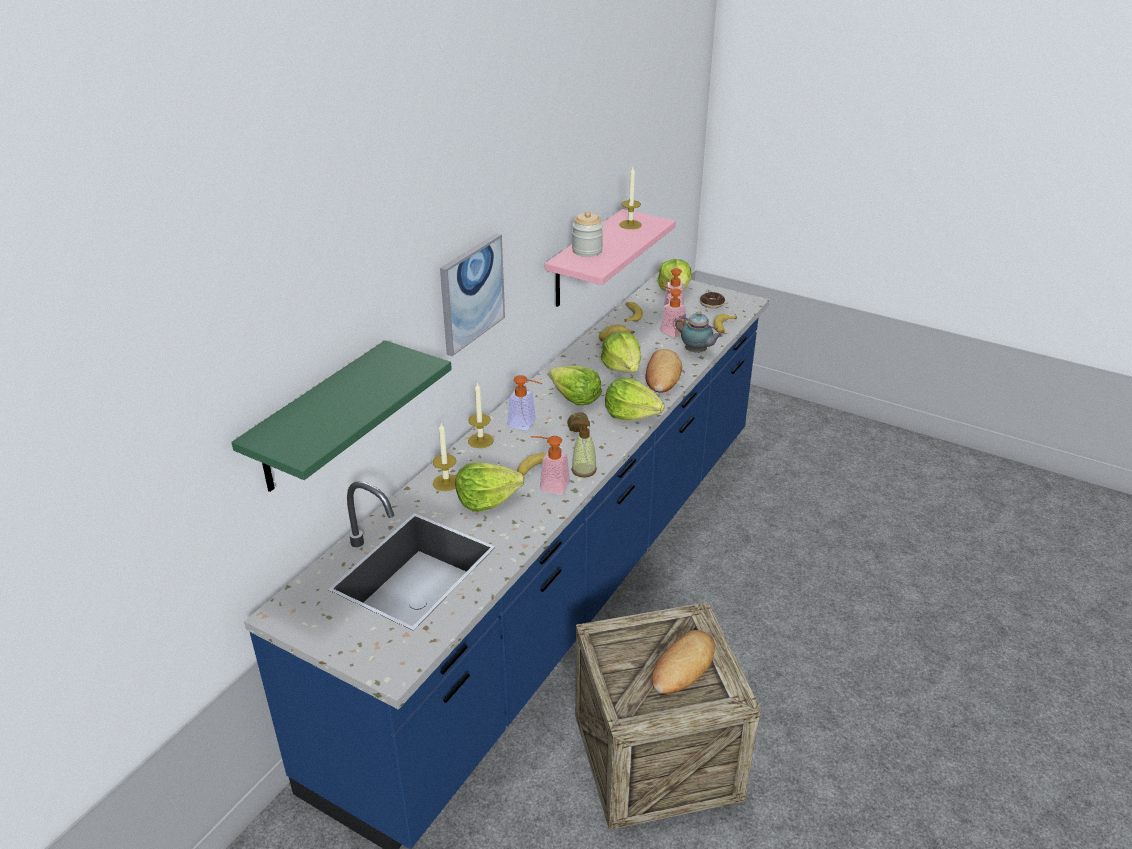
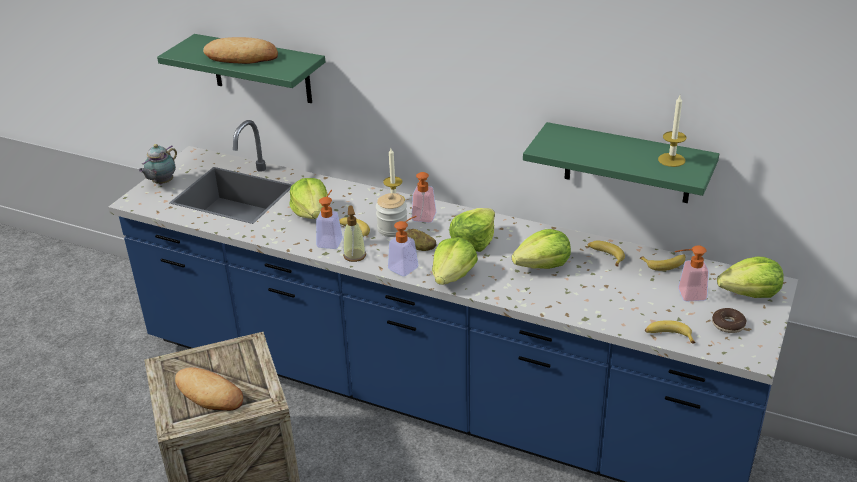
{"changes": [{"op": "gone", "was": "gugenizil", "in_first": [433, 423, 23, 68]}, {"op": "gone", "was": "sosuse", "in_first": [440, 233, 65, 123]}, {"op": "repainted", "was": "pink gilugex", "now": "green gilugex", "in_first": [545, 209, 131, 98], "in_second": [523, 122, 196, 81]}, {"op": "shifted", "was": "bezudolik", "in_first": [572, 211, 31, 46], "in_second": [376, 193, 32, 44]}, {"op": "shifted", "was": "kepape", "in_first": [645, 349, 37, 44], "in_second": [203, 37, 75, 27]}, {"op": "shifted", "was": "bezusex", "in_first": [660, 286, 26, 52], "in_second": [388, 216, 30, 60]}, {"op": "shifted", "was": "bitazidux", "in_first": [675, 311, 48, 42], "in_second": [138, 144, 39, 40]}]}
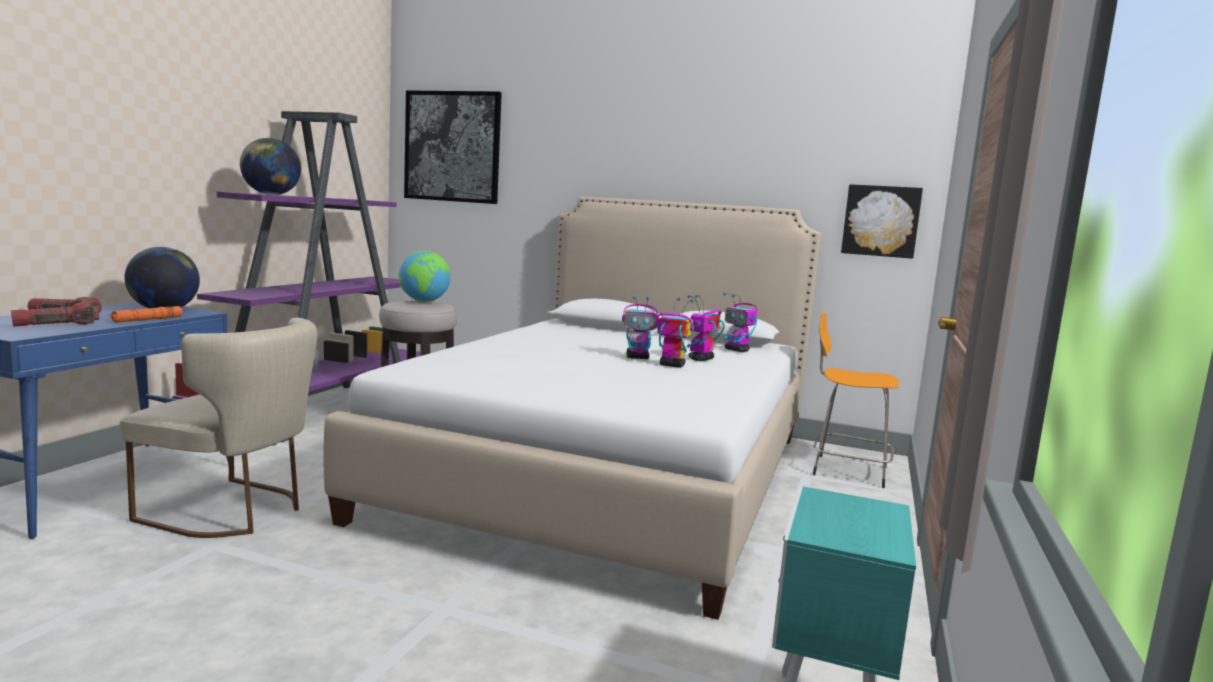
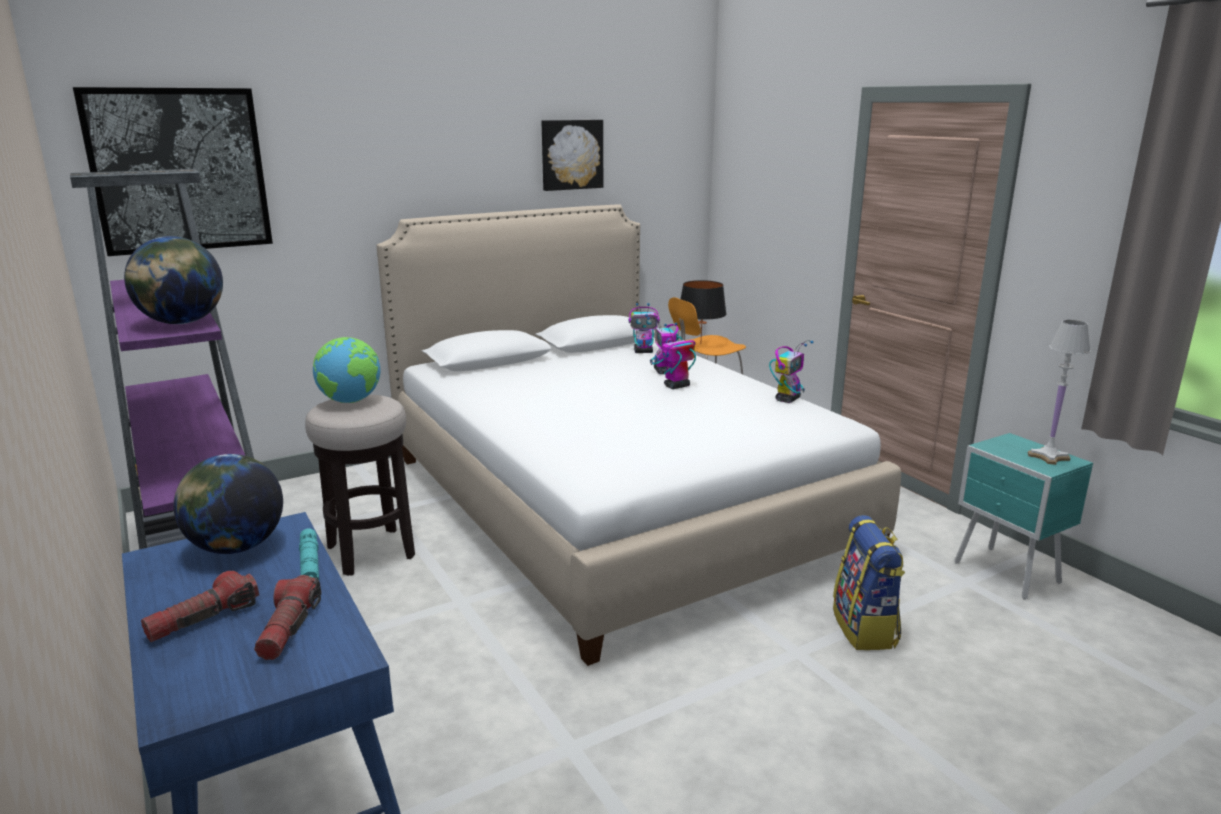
{"changes": [{"op": "repainted", "was": "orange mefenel", "now": "turquoise mefenel", "in_first": [109, 306, 73, 17], "in_second": [299, 528, 20, 52]}, {"op": "gone", "was": "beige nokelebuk", "in_first": [120, 317, 197, 221]}, {"op": "shifted", "was": "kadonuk", "in_first": [622, 296, 37, 63], "in_second": [769, 340, 45, 63]}, {"op": "shifted", "was": "sosuse", "in_first": [841, 184, 82, 75], "in_second": [541, 120, 62, 71]}, {"op": "new", "now": "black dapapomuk", "in_second": [681, 280, 45, 65]}, {"op": "new", "now": "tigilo", "in_second": [833, 515, 72, 135]}, {"op": "new", "now": "white dapapomuk", "in_second": [1028, 320, 63, 145]}]}
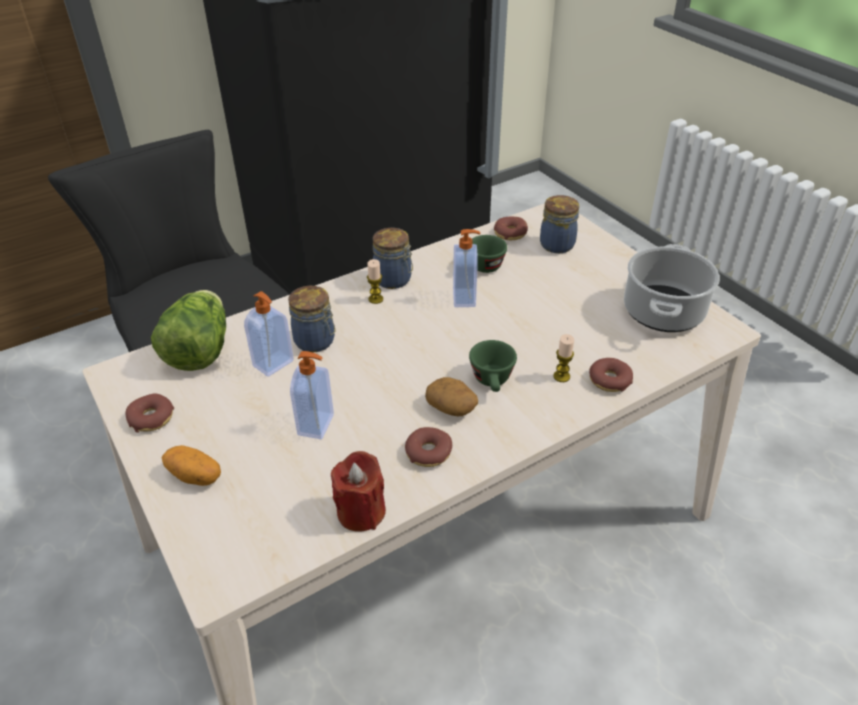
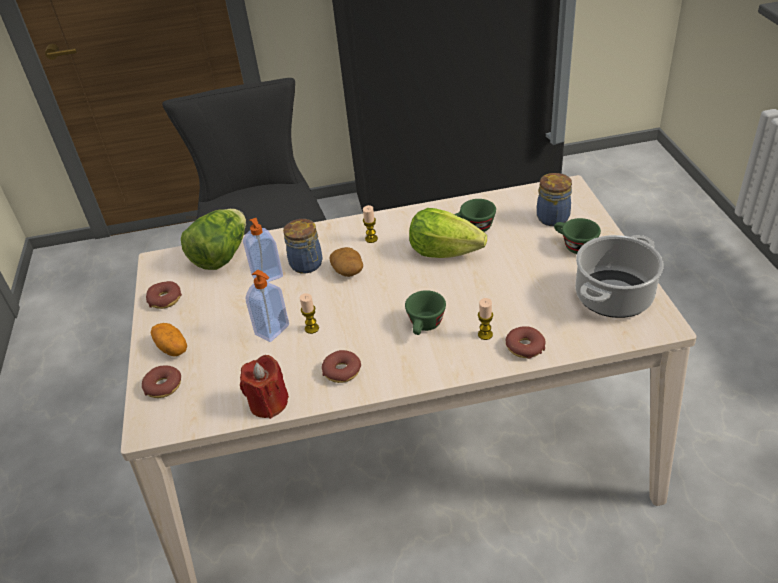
{"changes": [{"op": "gone", "was": "bezudolik", "in_first": [373, 228, 40, 61]}, {"op": "shifted", "was": "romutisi", "in_first": [425, 377, 53, 39], "in_second": [329, 247, 34, 30]}, {"op": "swapped", "was": "bezusex", "now": "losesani", "in_first": [453, 229, 27, 78], "in_second": [409, 208, 78, 50]}, {"op": "shifted", "was": "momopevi", "in_first": [494, 217, 34, 23], "in_second": [142, 366, 39, 32]}, {"op": "new", "now": "gugenizil", "in_second": [300, 293, 19, 41]}, {"op": "new", "now": "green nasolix", "in_second": [554, 218, 47, 36]}]}
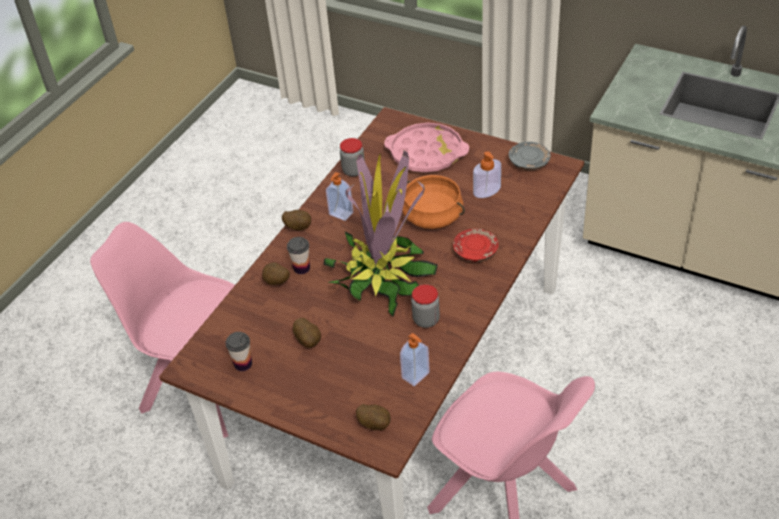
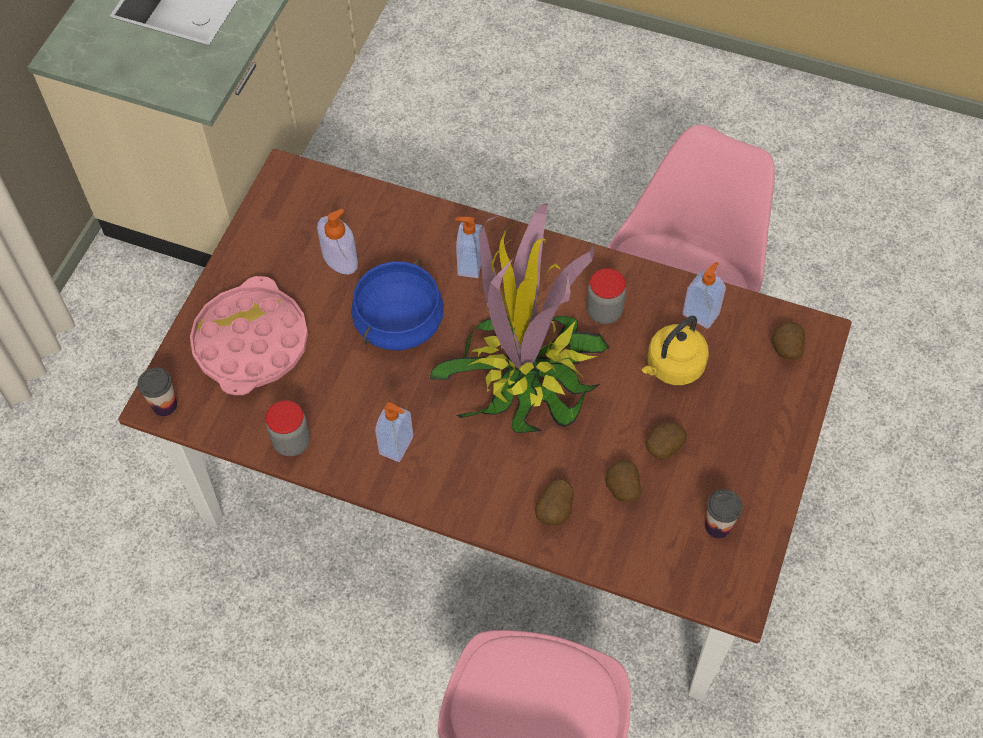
{"changes": [{"op": "shifted", "was": "romutisi", "in_first": [282, 210, 29, 20], "in_second": [606, 460, 36, 42]}, {"op": "shifted", "was": "nasolix", "in_first": [287, 237, 23, 37], "in_second": [138, 367, 39, 49]}, {"op": "repainted", "was": "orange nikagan", "now": "blue nikagan", "in_first": [402, 175, 63, 54], "in_second": [351, 259, 93, 91]}, {"op": "swapped", "was": "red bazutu", "now": "bezusex", "in_first": [453, 229, 46, 33], "in_second": [455, 217, 28, 61]}, {"op": "gone", "was": "grey bazutu", "in_first": [509, 142, 42, 28]}, {"op": "new", "now": "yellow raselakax", "in_second": [642, 316, 67, 69]}]}
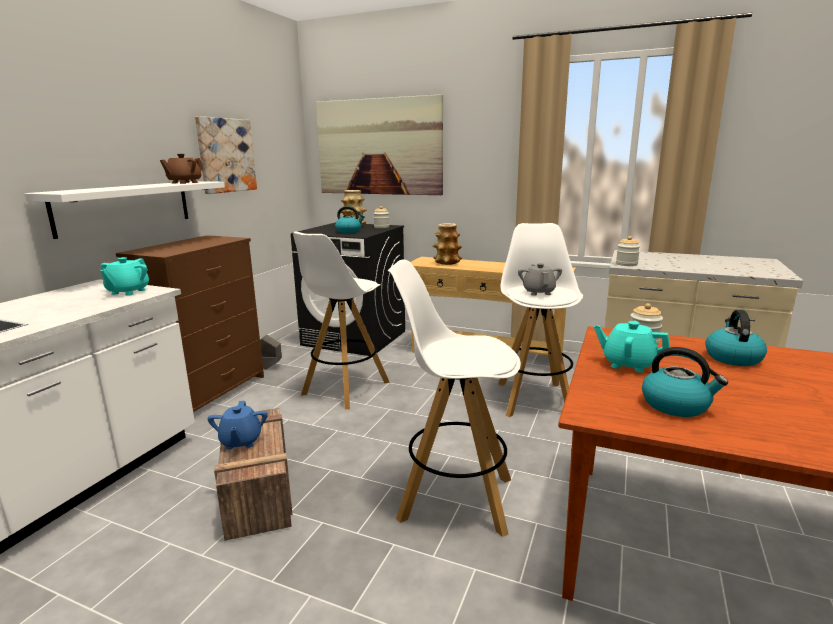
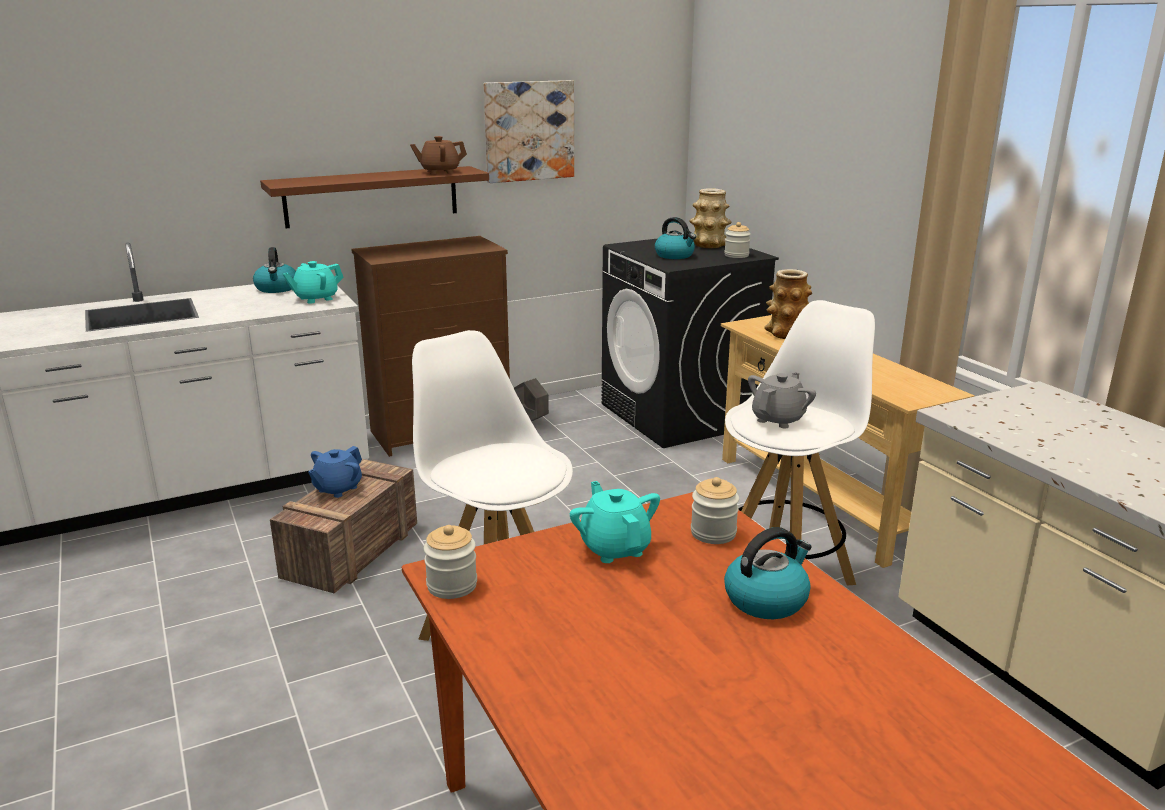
{"changes": [{"op": "repainted", "was": "white gilugex", "now": "brown gilugex", "in_first": [24, 181, 201, 58], "in_second": [260, 166, 229, 62]}, {"op": "gone", "was": "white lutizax", "in_first": [293, 232, 97, 177]}, {"op": "gone", "was": "sosuse", "in_first": [316, 94, 127, 101]}, {"op": "shifted", "was": "bezudolik", "in_first": [616, 236, 24, 30], "in_second": [424, 525, 53, 74]}, {"op": "shifted", "was": "raselakax", "in_first": [642, 347, 86, 70], "in_second": [253, 247, 43, 46]}]}
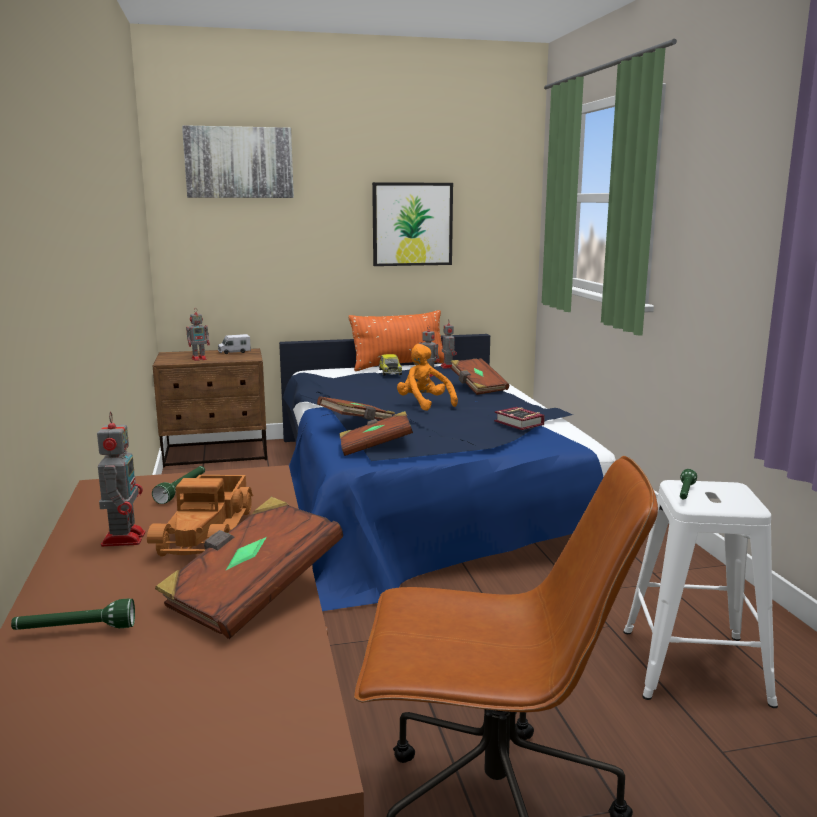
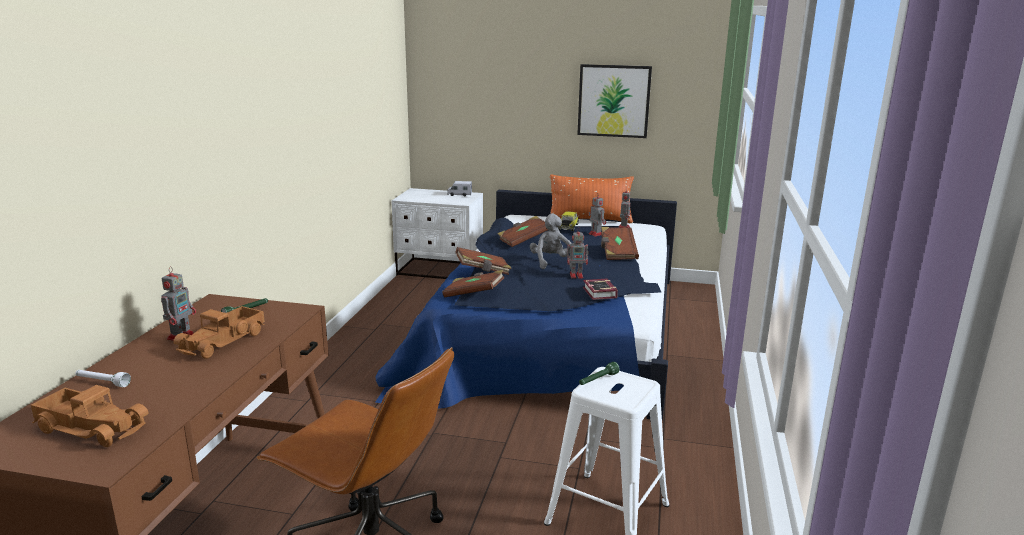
{"changes": [{"op": "repainted", "was": "green mefenel", "now": "white mefenel", "in_first": [11, 598, 124, 32], "in_second": [75, 370, 56, 17]}, {"op": "repainted", "was": "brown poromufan", "now": "white poromufan", "in_first": [153, 348, 114, 120], "in_second": [392, 188, 91, 91]}, {"op": "shifted", "was": "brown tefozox", "in_first": [155, 497, 188, 142], "in_second": [498, 216, 50, 31]}, {"op": "gone", "was": "sosuse", "in_first": [182, 125, 112, 73]}, {"op": "shifted", "was": "kadonuk", "in_first": [186, 308, 24, 53], "in_second": [567, 227, 22, 51]}, {"op": "repainted", "was": "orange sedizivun", "now": "grey sedizivun", "in_first": [397, 344, 61, 67], "in_second": [530, 214, 42, 55]}, {"op": "new", "now": "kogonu", "in_second": [31, 385, 117, 62]}]}
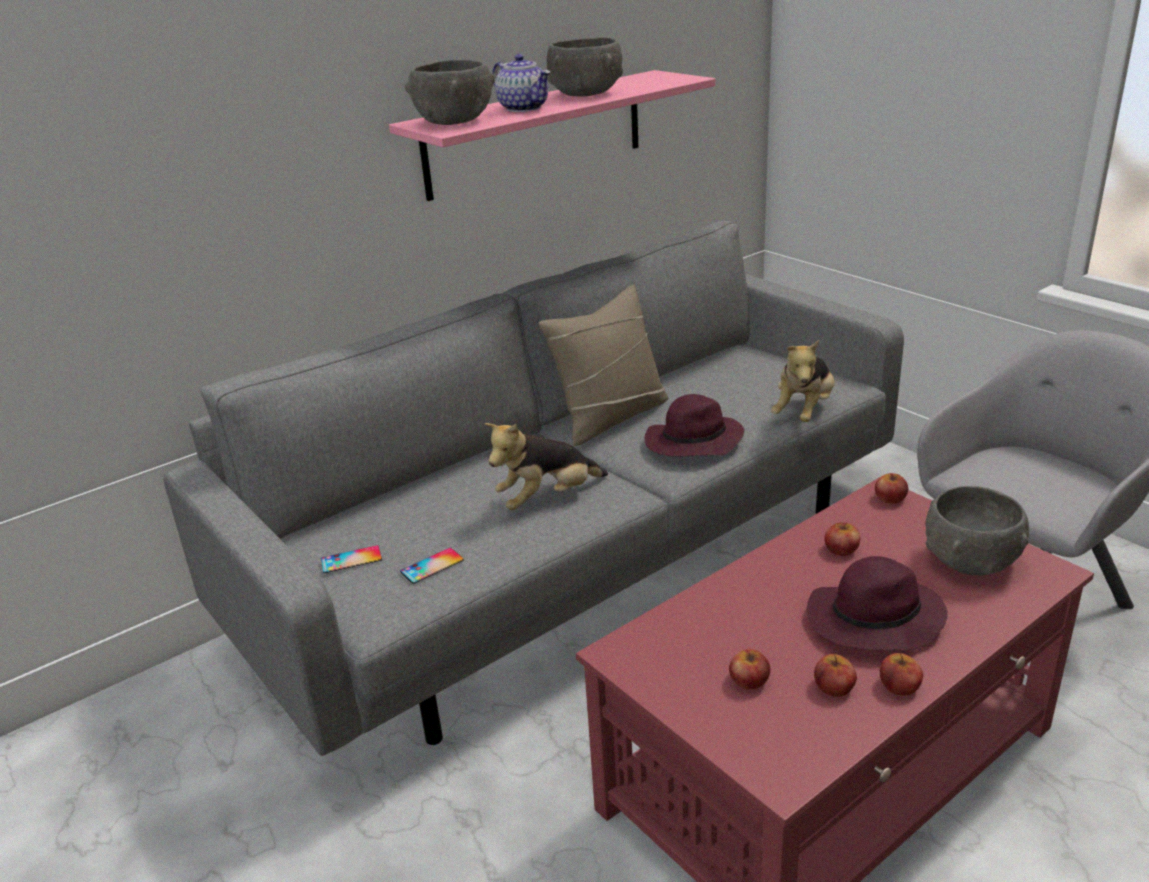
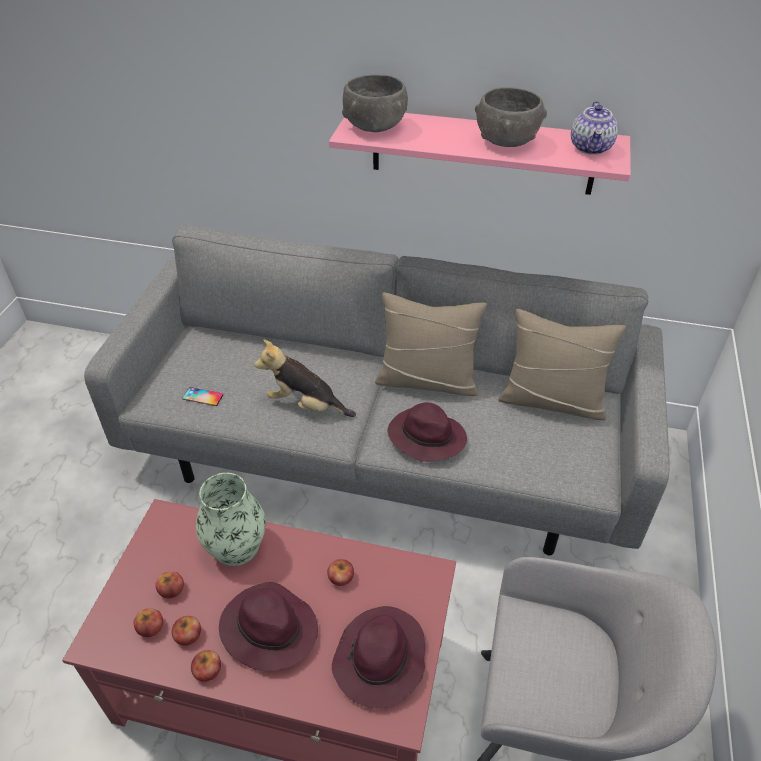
{"changes": [{"op": "gone", "was": "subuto", "in_first": [321, 545, 61, 28]}, {"op": "shifted", "was": "bitazidux", "in_first": [492, 54, 58, 58], "in_second": [571, 101, 47, 54]}, {"op": "gone", "was": "sedizivun", "in_first": [771, 340, 64, 82]}, {"op": "shifted", "was": "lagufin", "in_first": [875, 473, 33, 31], "in_second": [134, 608, 29, 29]}, {"op": "swapped", "was": "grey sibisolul", "now": "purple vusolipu", "in_first": [926, 486, 103, 90], "in_second": [332, 606, 93, 102]}, {"op": "new", "now": "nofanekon", "in_second": [196, 473, 70, 93]}, {"op": "new", "now": "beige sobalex", "in_second": [498, 309, 128, 111]}]}
